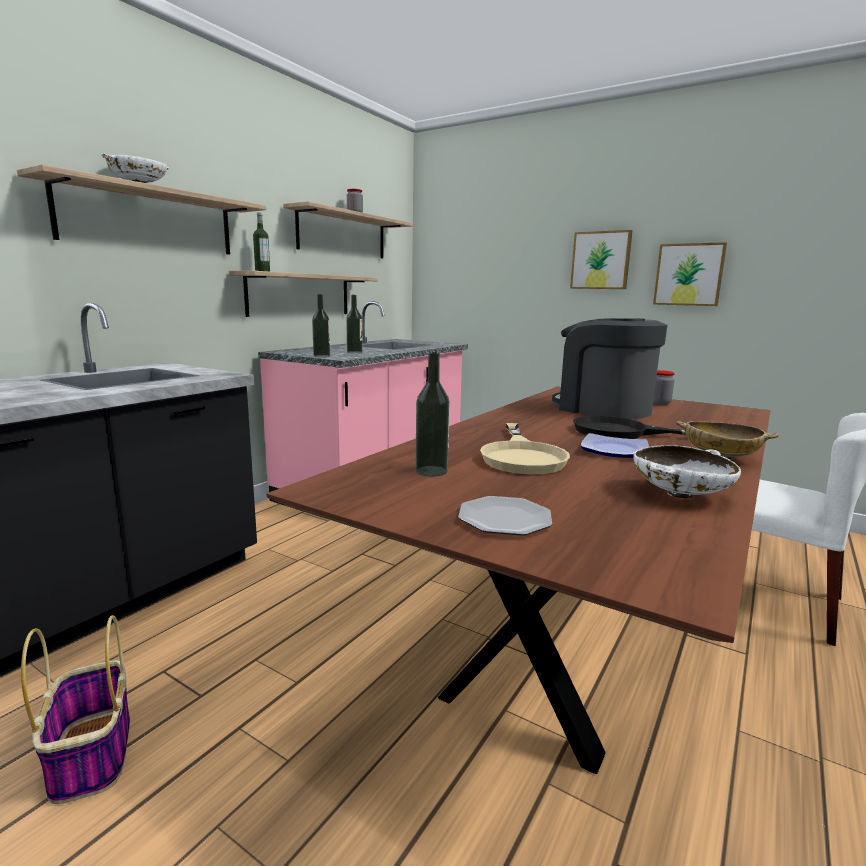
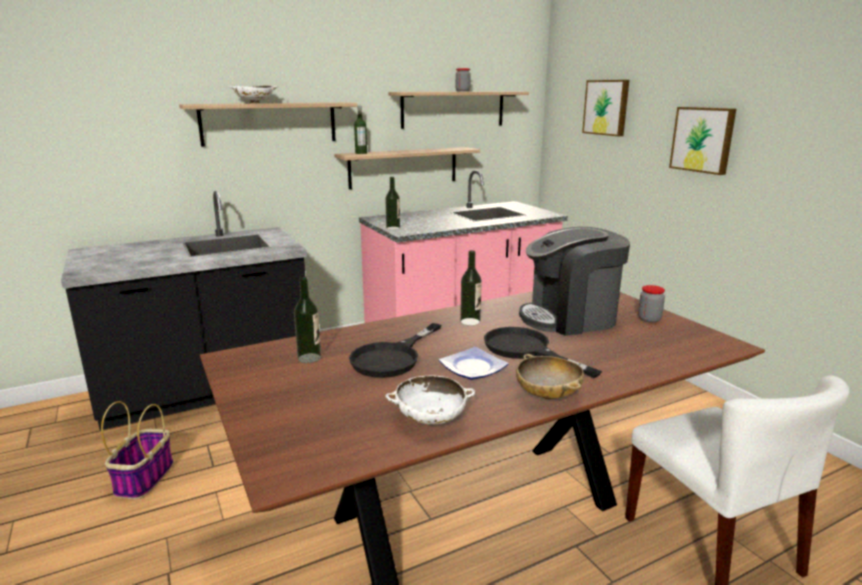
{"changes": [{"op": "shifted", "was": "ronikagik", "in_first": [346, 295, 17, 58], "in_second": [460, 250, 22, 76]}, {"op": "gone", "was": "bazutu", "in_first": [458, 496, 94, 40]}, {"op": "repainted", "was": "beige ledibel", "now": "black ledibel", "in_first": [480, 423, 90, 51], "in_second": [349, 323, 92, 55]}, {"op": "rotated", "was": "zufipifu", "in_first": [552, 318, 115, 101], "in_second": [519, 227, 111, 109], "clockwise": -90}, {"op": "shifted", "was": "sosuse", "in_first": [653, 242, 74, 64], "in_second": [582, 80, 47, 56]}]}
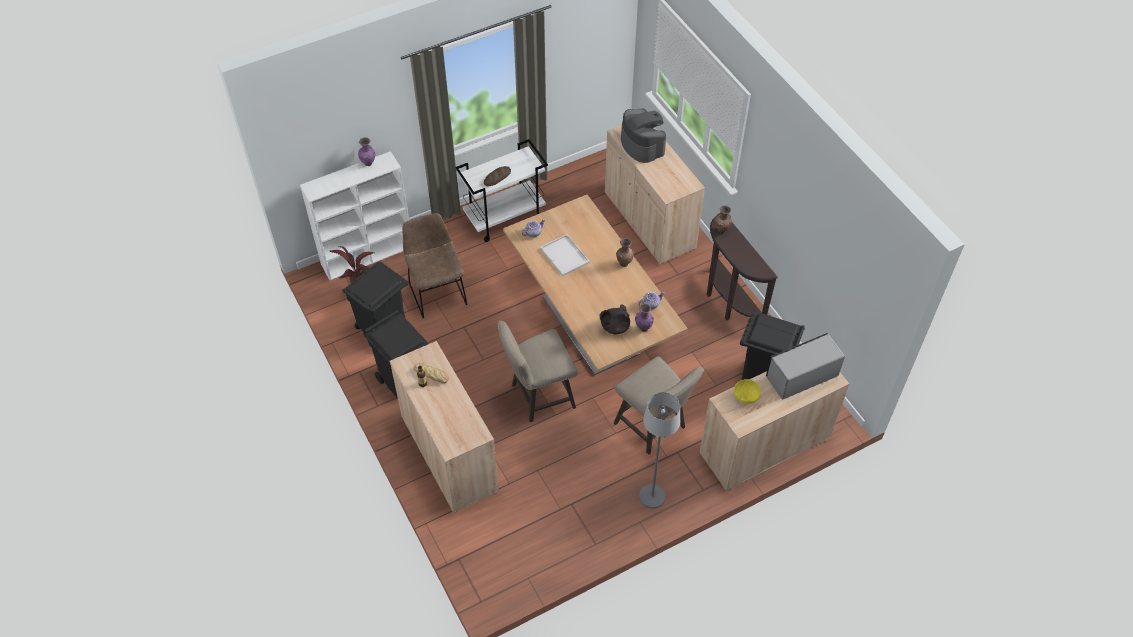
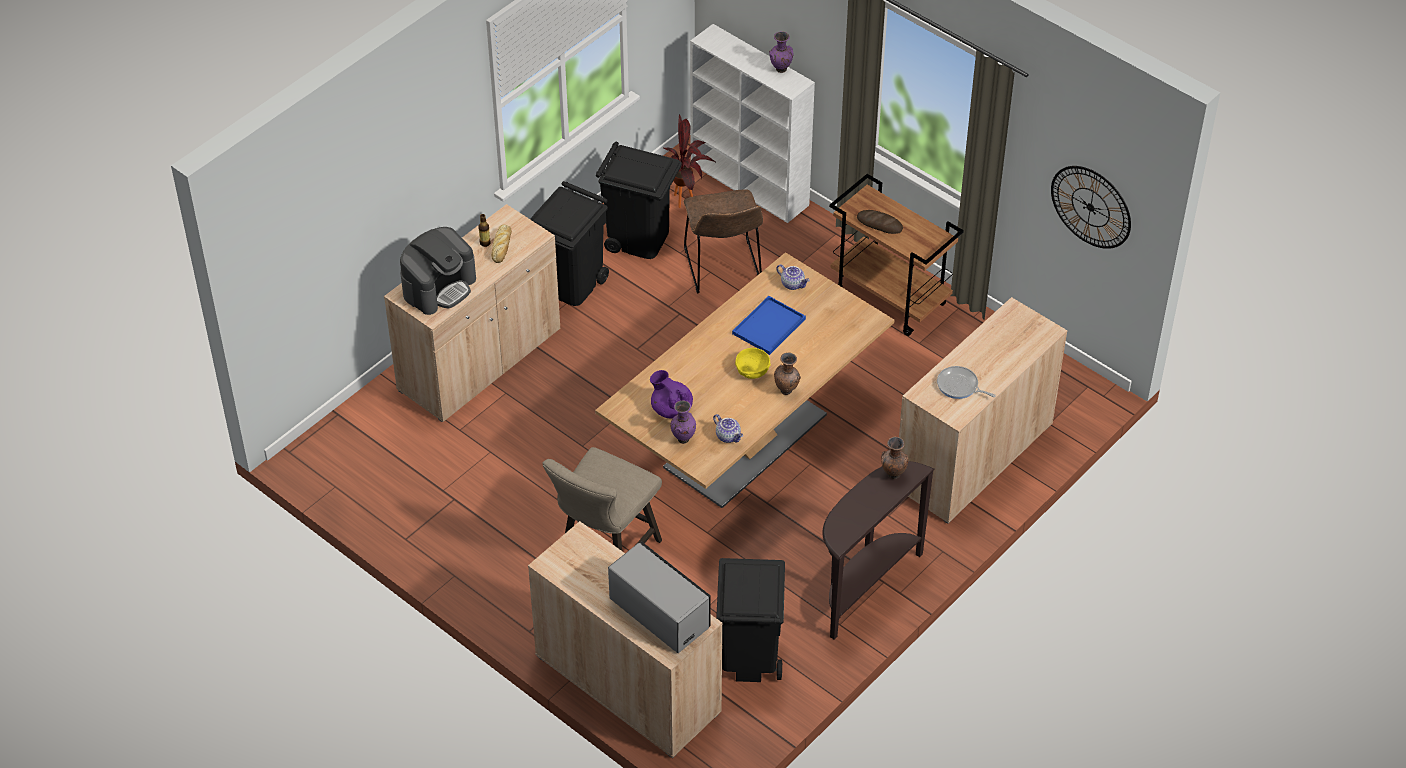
{"changes": [{"op": "rotated", "was": "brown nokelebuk", "in_first": [402, 213, 65, 105], "in_second": [684, 189, 79, 104], "clockwise": 120}, {"op": "repainted", "was": "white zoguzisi", "now": "brown zoguzisi", "in_first": [455, 139, 93, 103], "in_second": [829, 174, 135, 162]}, {"op": "gone", "was": "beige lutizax", "in_first": [497, 321, 81, 101]}, {"op": "repainted", "was": "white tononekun", "now": "blue tononekun", "in_first": [540, 234, 50, 42], "in_second": [732, 296, 74, 59]}, {"op": "repainted", "was": "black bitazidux", "now": "purple bitazidux", "in_first": [599, 305, 31, 29], "in_second": [650, 370, 43, 48]}, {"op": "shifted", "was": "zufipifu", "in_first": [621, 108, 45, 55], "in_second": [400, 227, 76, 88]}, {"op": "gone", "was": "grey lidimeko", "in_first": [639, 392, 41, 117]}, {"op": "shifted", "was": "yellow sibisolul", "in_first": [734, 379, 27, 25], "in_second": [735, 348, 36, 31]}, {"op": "new", "now": "ledibel", "in_second": [937, 366, 59, 33]}, {"op": "new", "now": "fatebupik", "in_second": [1051, 166, 80, 83]}]}
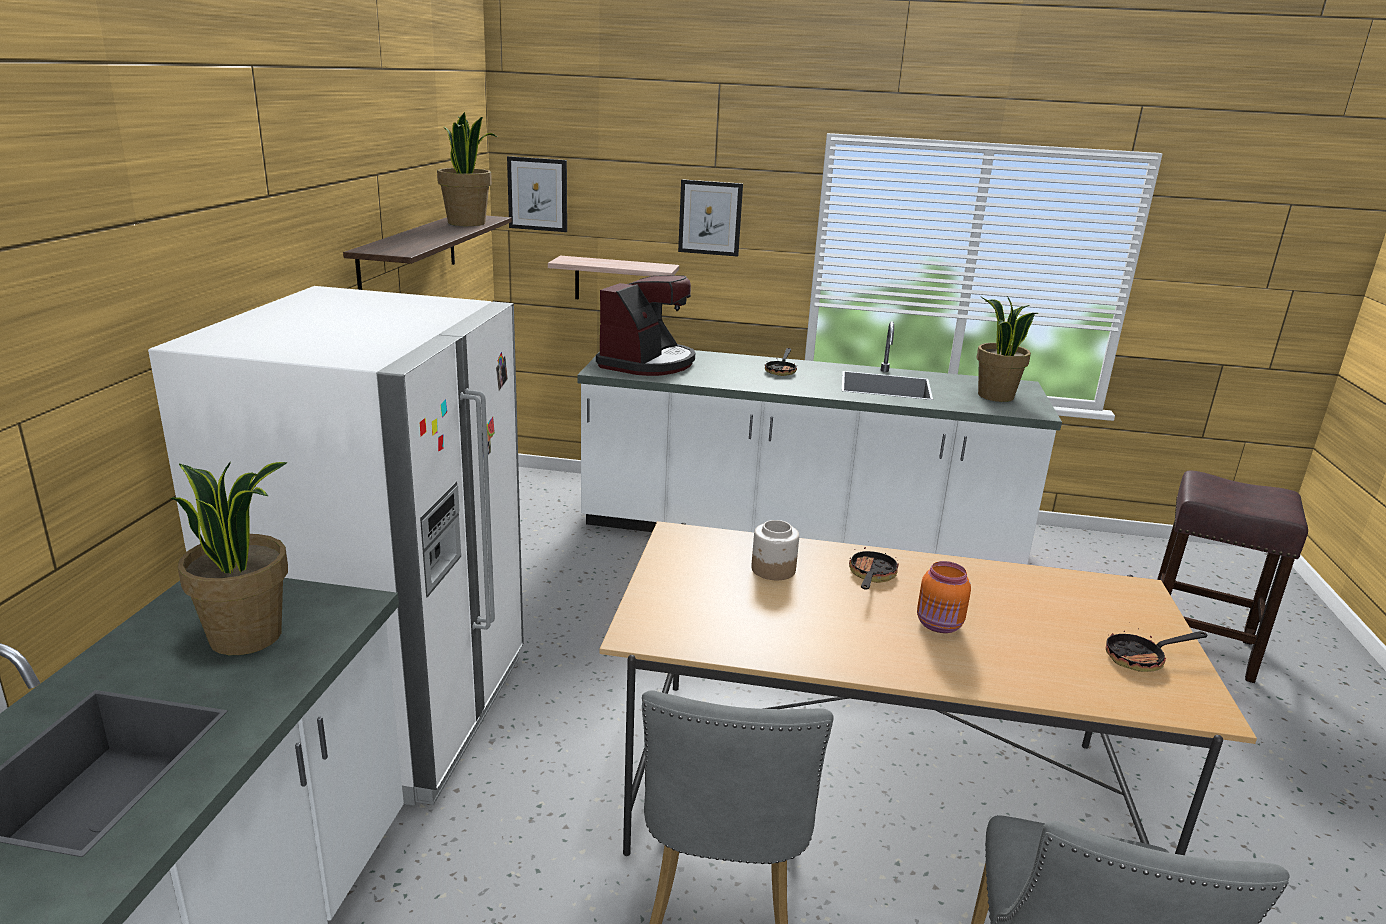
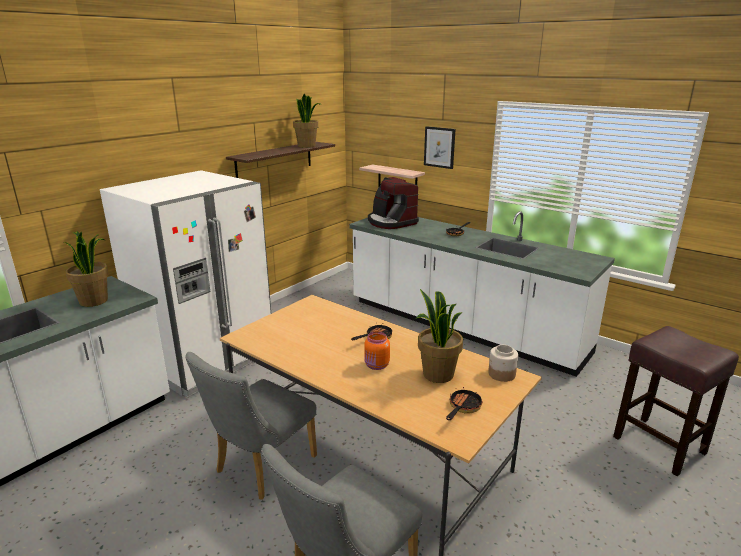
{"changes": [{"op": "gone", "was": "sosuse", "in_first": [507, 156, 60, 76]}, {"op": "rotated", "was": "zufipifu", "in_first": [596, 275, 99, 101], "in_second": [368, 177, 51, 52], "clockwise": 90}, {"op": "shifted", "was": "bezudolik", "in_first": [751, 520, 48, 60], "in_second": [488, 345, 30, 37]}, {"op": "shifted", "was": "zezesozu", "in_first": [976, 296, 62, 106], "in_second": [416, 289, 47, 94]}, {"op": "rotated", "was": "ledibel", "in_first": [1106, 628, 102, 44], "in_second": [446, 383, 37, 37], "clockwise": 105}]}
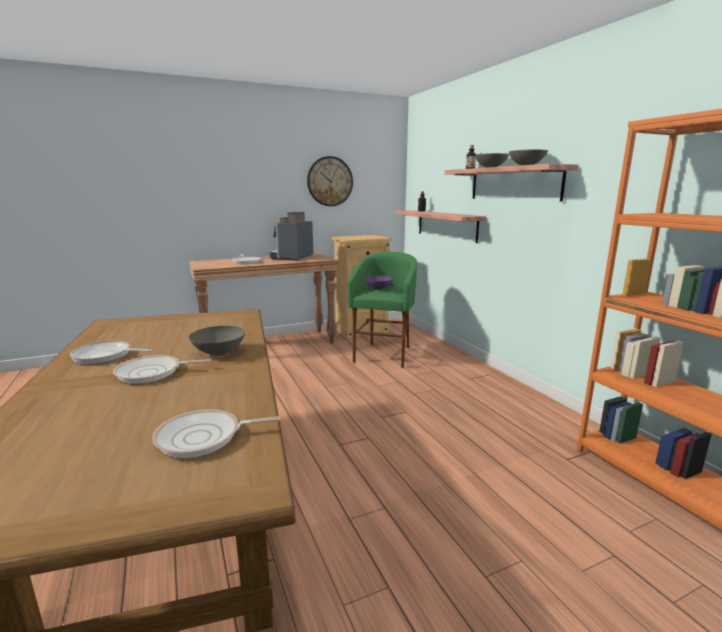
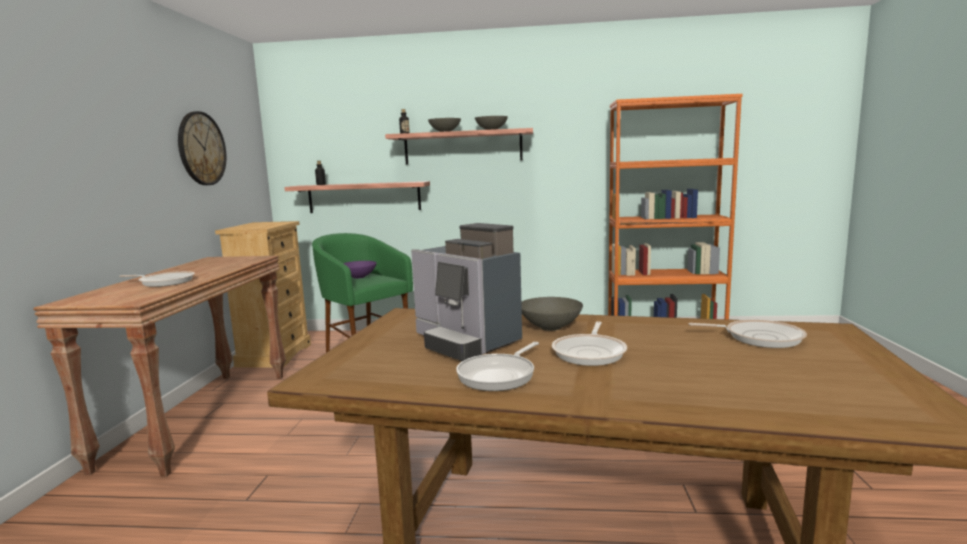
{"changes": [{"op": "rotated", "was": "ledibel", "in_first": [152, 409, 129, 49], "in_second": [688, 320, 119, 28], "clockwise": -90}, {"op": "shifted", "was": "zufipifu", "in_first": [270, 212, 43, 49], "in_second": [411, 223, 111, 138]}]}
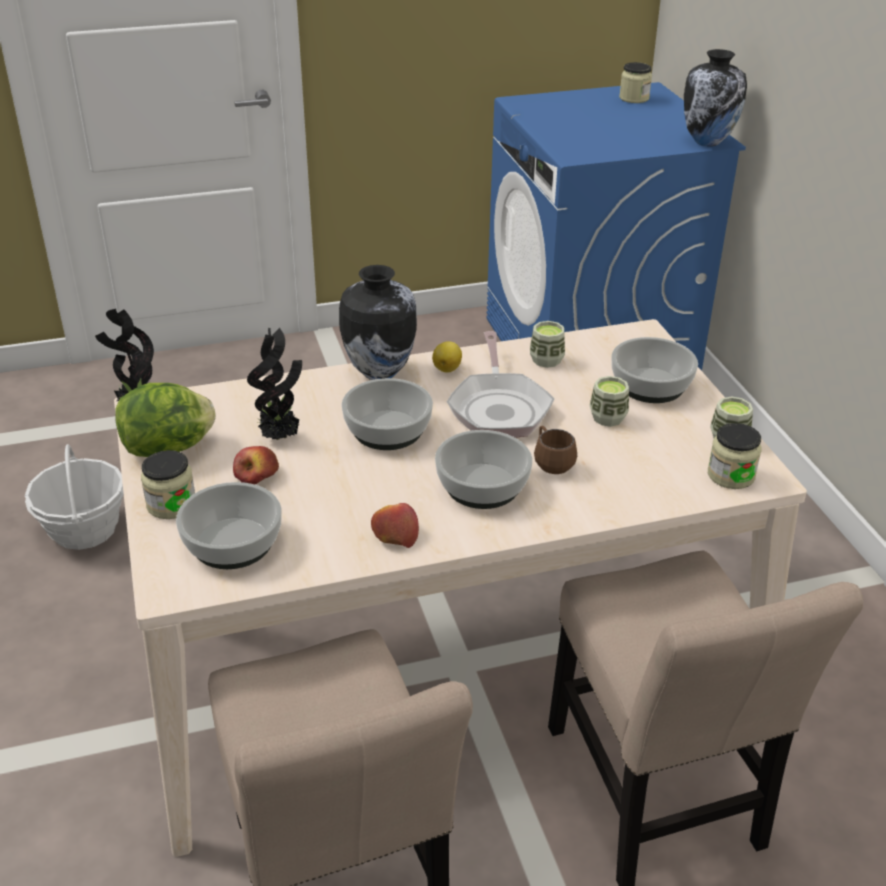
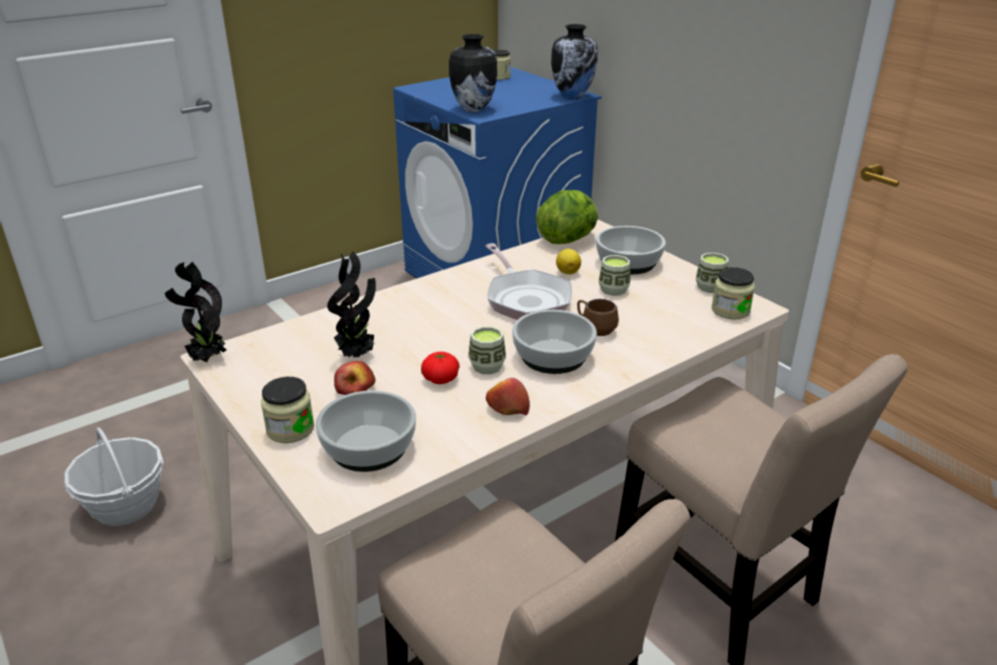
{"changes": [{"op": "shifted", "was": "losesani", "in_first": [116, 383, 100, 74], "in_second": [536, 190, 62, 54]}, {"op": "shifted", "was": "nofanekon", "in_first": [339, 265, 78, 115], "in_second": [449, 34, 48, 78]}, {"op": "gone", "was": "sibisolul", "in_first": [341, 378, 92, 72]}, {"op": "shifted", "was": "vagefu", "in_first": [432, 341, 30, 31], "in_second": [556, 249, 25, 26]}, {"op": "shifted", "was": "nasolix", "in_first": [530, 321, 35, 47], "in_second": [468, 326, 38, 48]}, {"op": "new", "now": "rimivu", "in_second": [421, 352, 38, 32]}]}
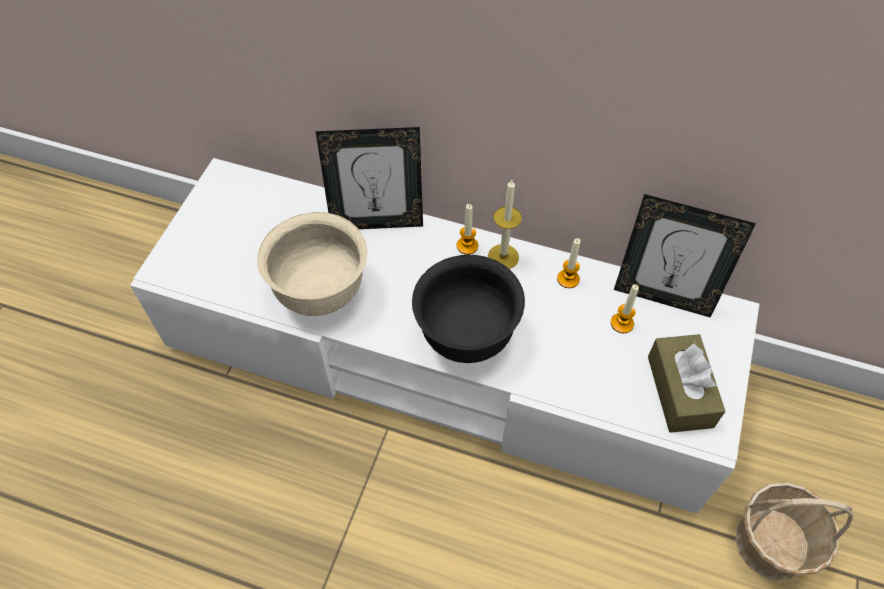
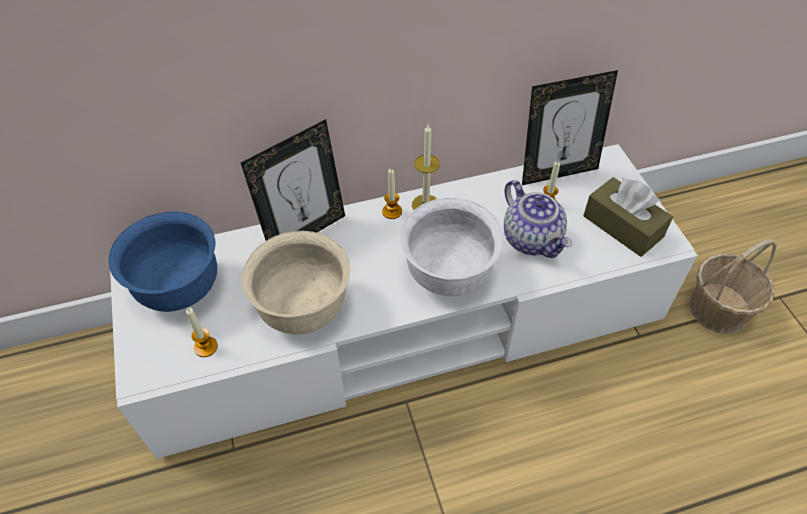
{"changes": [{"op": "repainted", "was": "black sibisolul", "now": "white sibisolul", "in_first": [412, 255, 113, 108], "in_second": [400, 198, 104, 98]}, {"op": "shifted", "was": "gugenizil", "in_first": [557, 238, 24, 50], "in_second": [186, 307, 32, 50]}, {"op": "new", "now": "blue sibisolul", "in_second": [108, 212, 109, 100]}, {"op": "new", "now": "bitazidux", "in_second": [504, 180, 68, 78]}]}
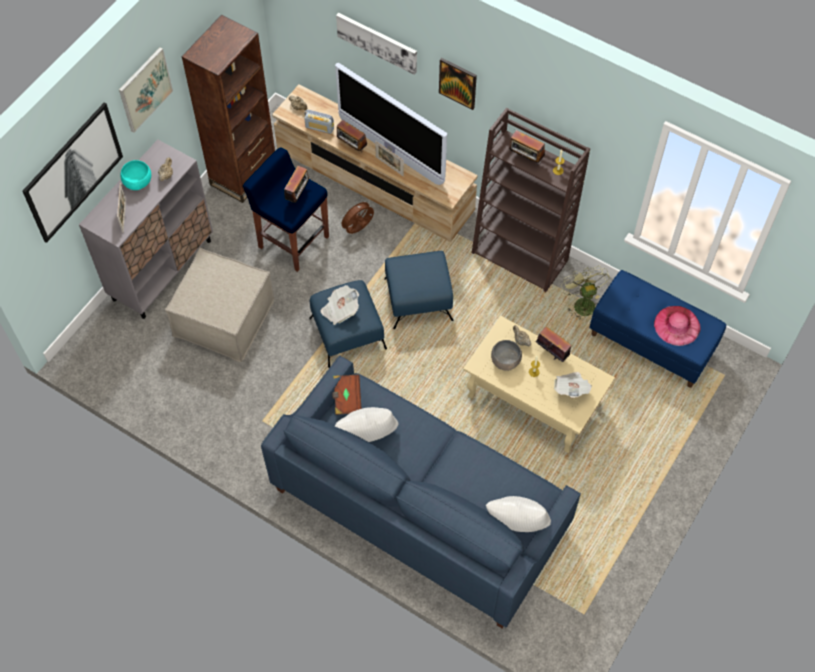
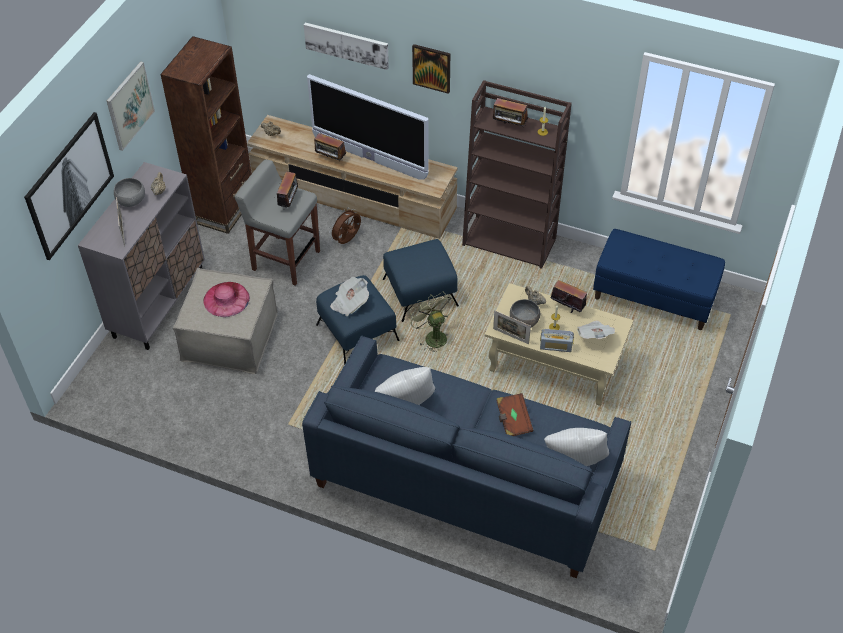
{"changes": [{"op": "repainted", "was": "turquoise sibisolul", "now": "grey sibisolul", "in_first": [120, 160, 31, 30], "in_second": [114, 178, 31, 29]}, {"op": "repainted", "was": "blue lutizax", "now": "grey lutizax", "in_first": [243, 147, 86, 125], "in_second": [235, 160, 85, 126]}, {"op": "shifted", "was": "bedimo", "in_first": [304, 109, 30, 25], "in_second": [540, 329, 34, 23]}, {"op": "shifted", "was": "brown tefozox", "in_first": [332, 375, 30, 40], "in_second": [496, 393, 38, 43]}, {"op": "shifted", "was": "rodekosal", "in_first": [375, 141, 29, 35], "in_second": [493, 310, 38, 34]}, {"op": "shifted", "was": "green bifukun", "in_first": [561, 266, 49, 54], "in_second": [408, 291, 47, 61]}, {"op": "shifted", "was": "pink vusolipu", "in_first": [654, 306, 47, 40], "in_second": [203, 282, 47, 35]}]}
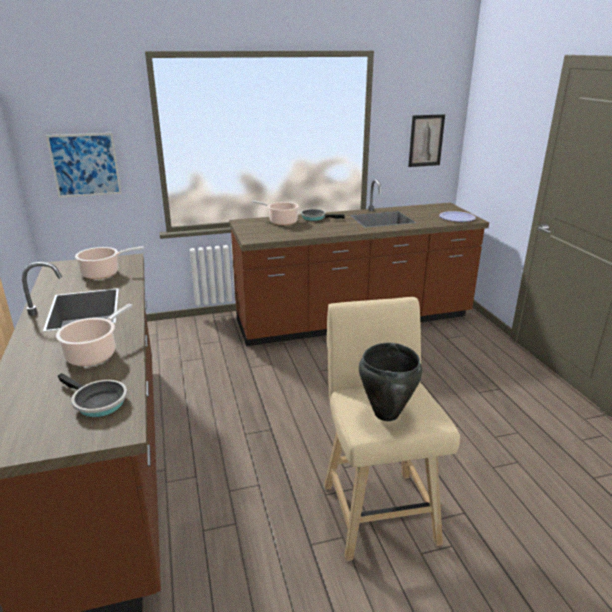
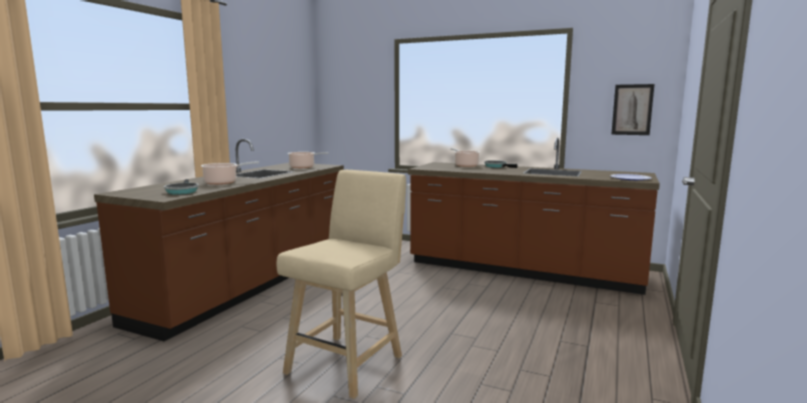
{"changes": [{"op": "gone", "was": "sosuse", "in_first": [46, 133, 76, 65]}, {"op": "gone", "was": "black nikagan", "in_first": [359, 343, 63, 78]}]}
